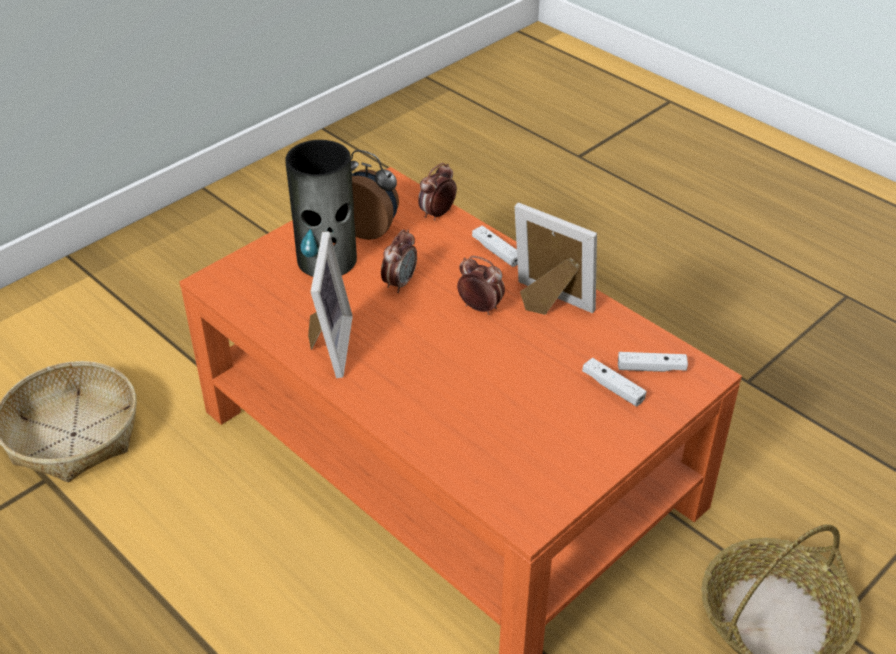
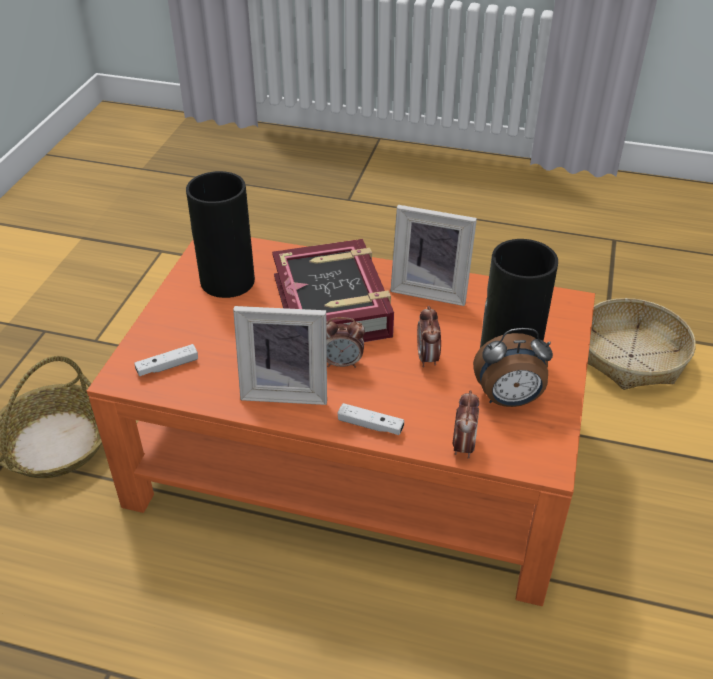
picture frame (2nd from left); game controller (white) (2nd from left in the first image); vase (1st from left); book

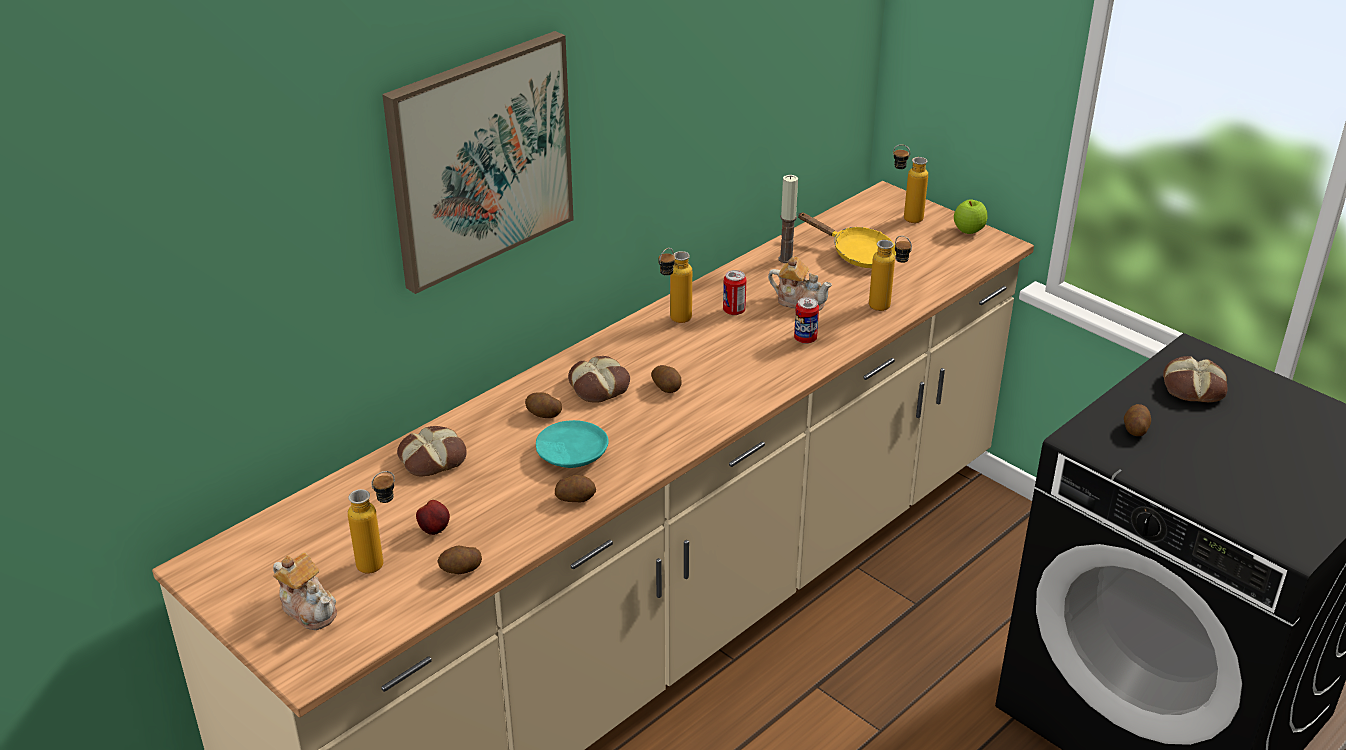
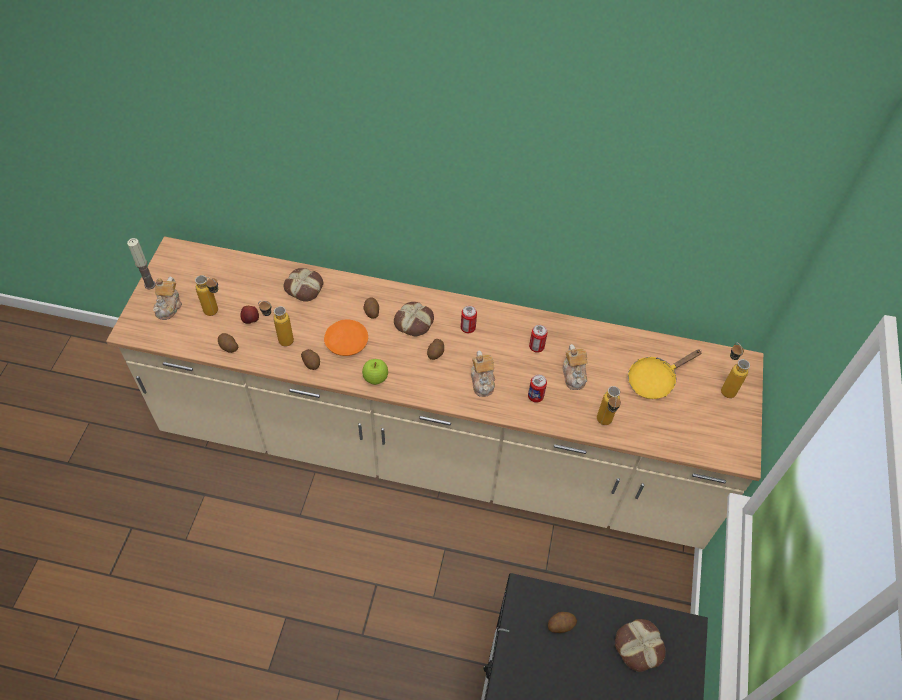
picture; plate (orange); bottle (2nd from left); candle; frying pan (yellow); apple (2nd from left); can (1st from left); teapot (2nd from left)

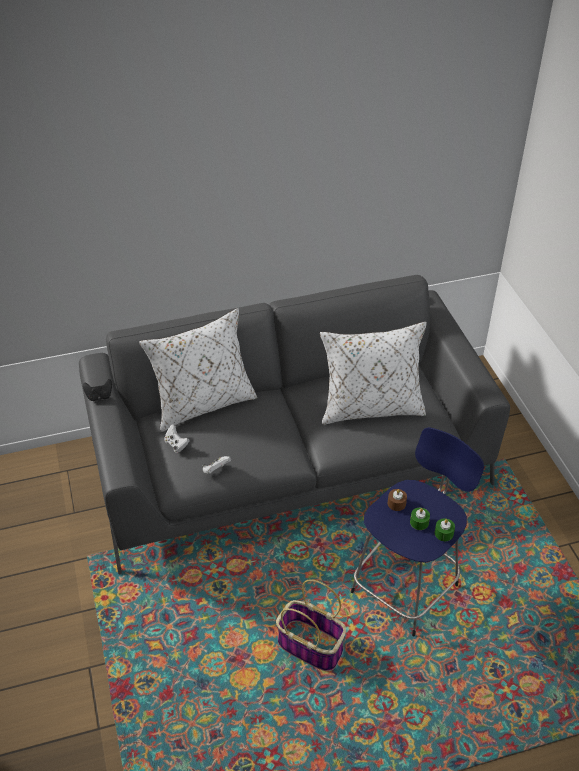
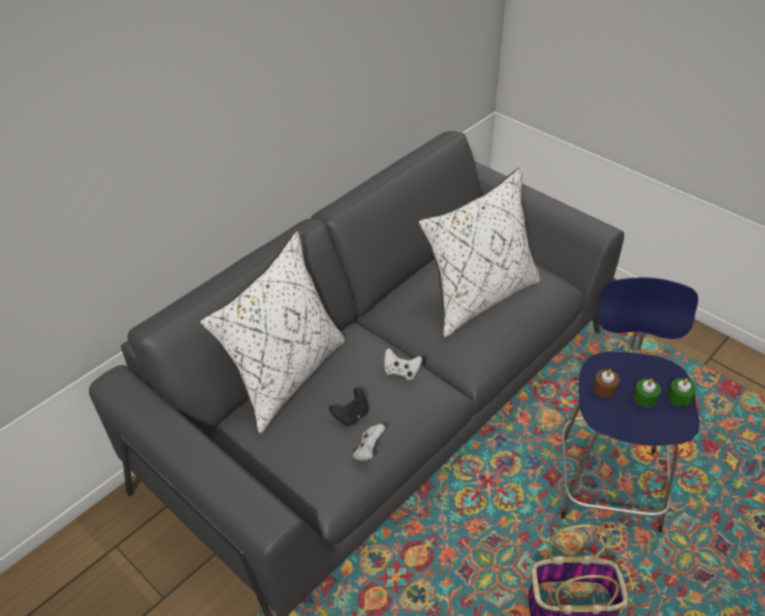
game controller (black); game controller (white) (2nd from left)

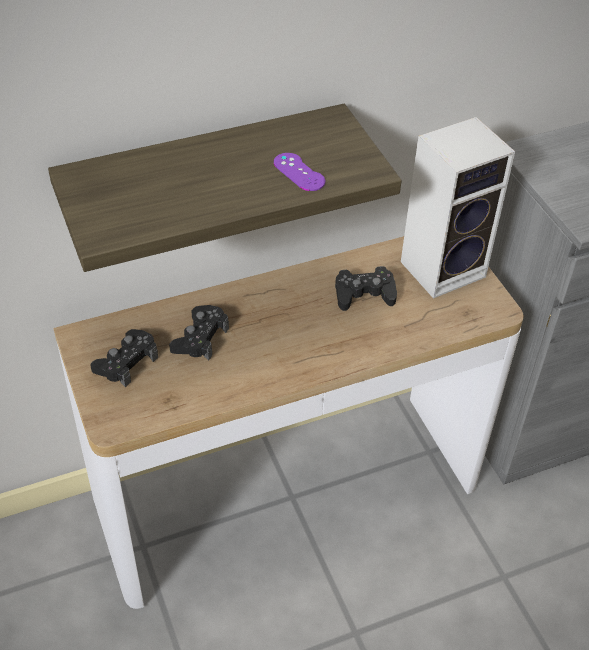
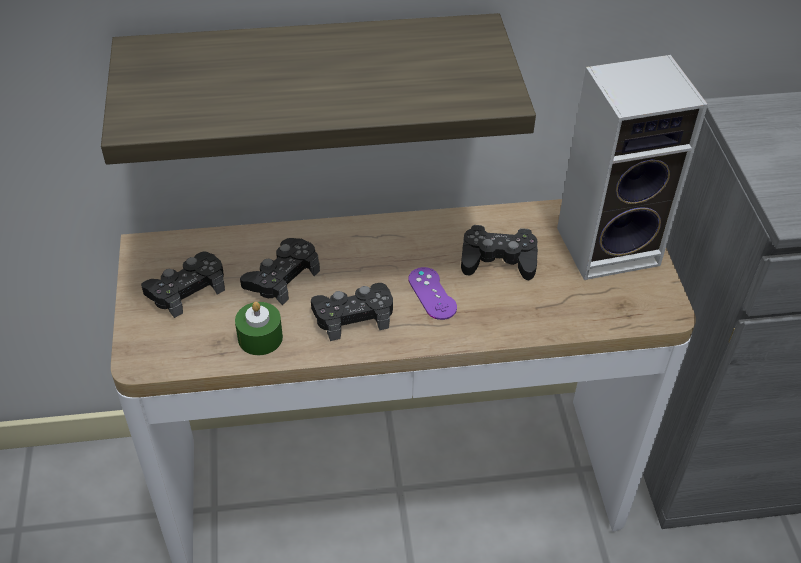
game controller (purple); candle (green); game controller (black) (3rd from left)

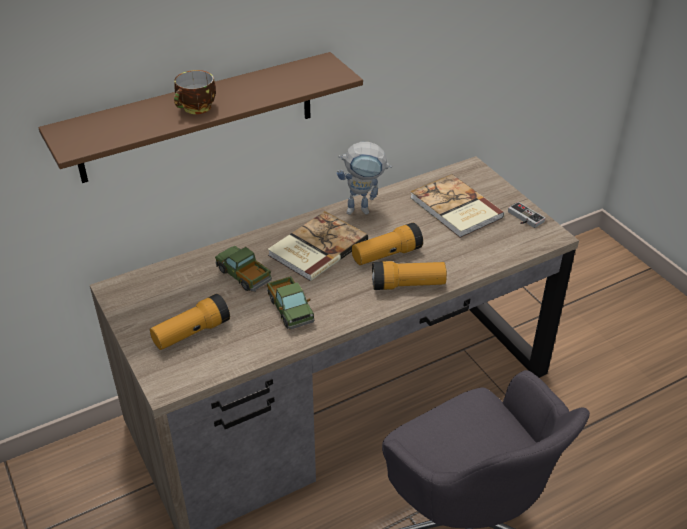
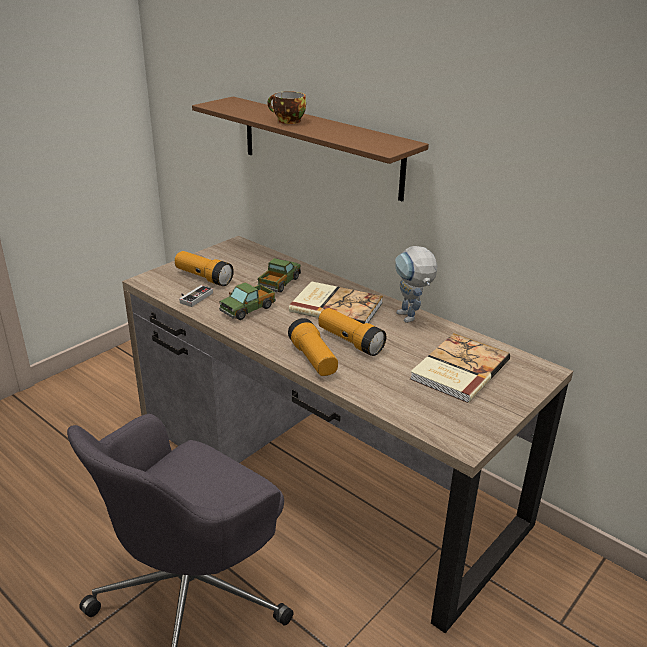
game controller

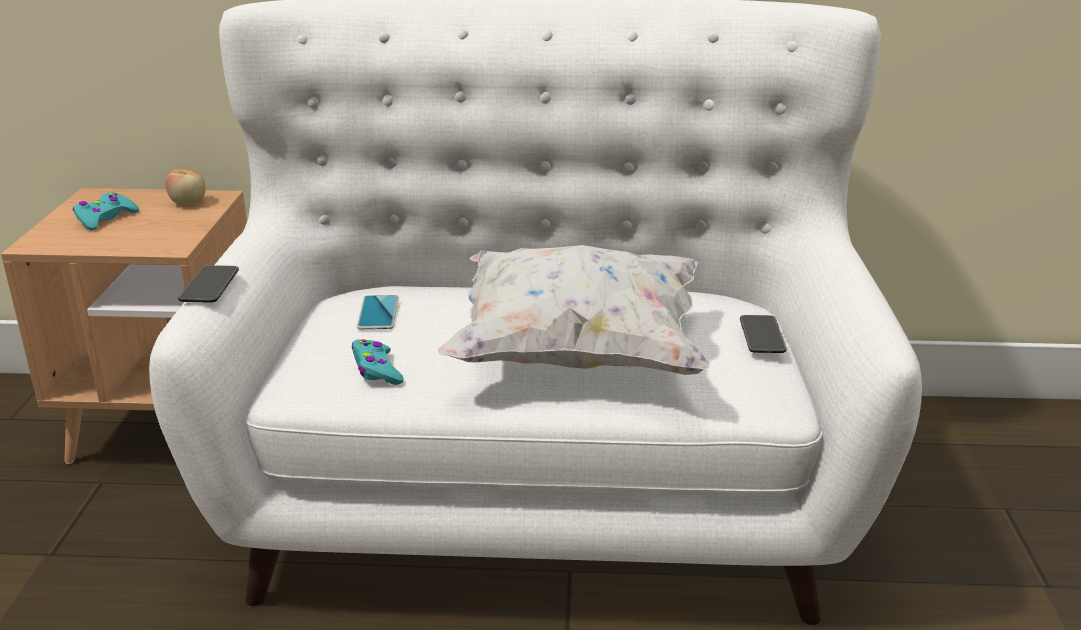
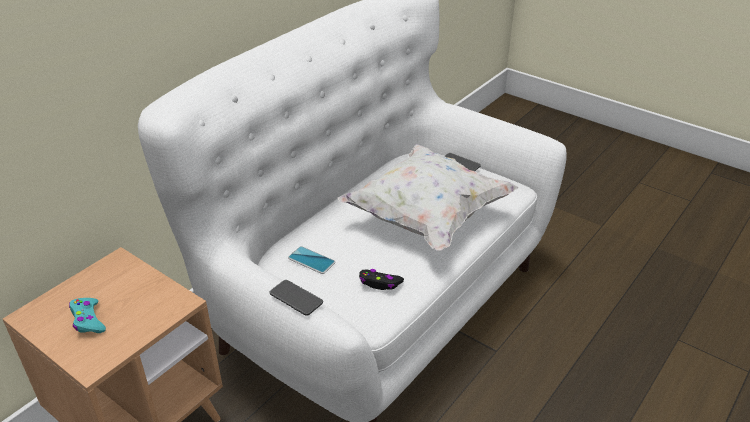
apple; game controller (black)

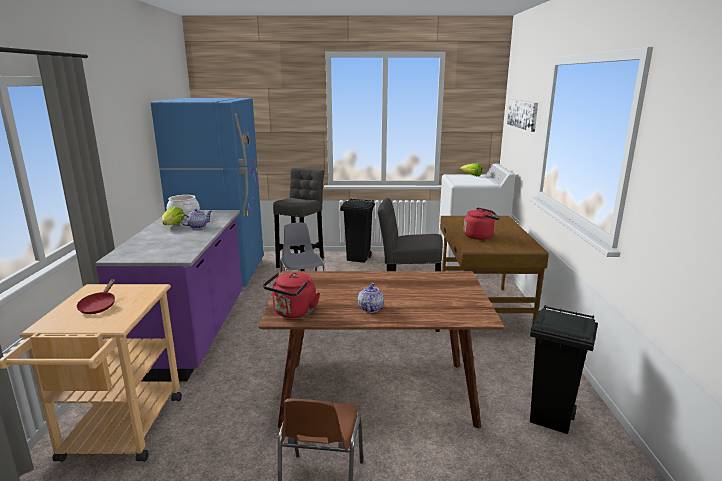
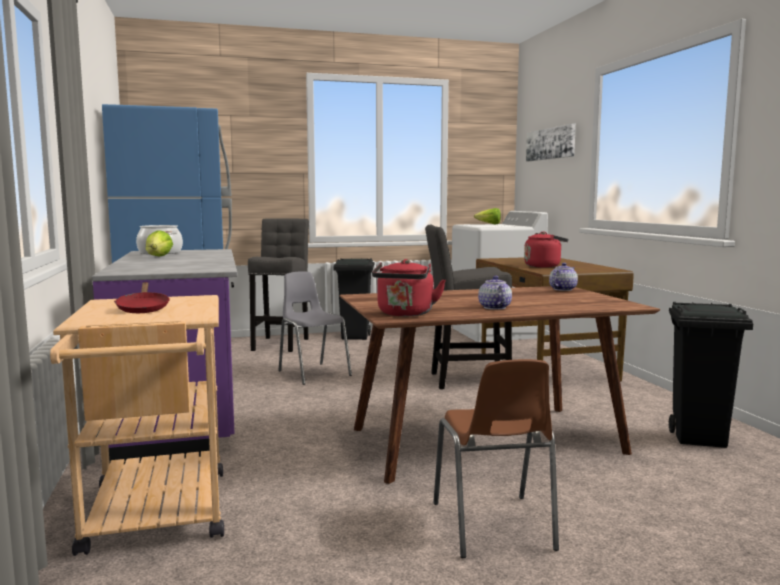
teapot (2nd from left)

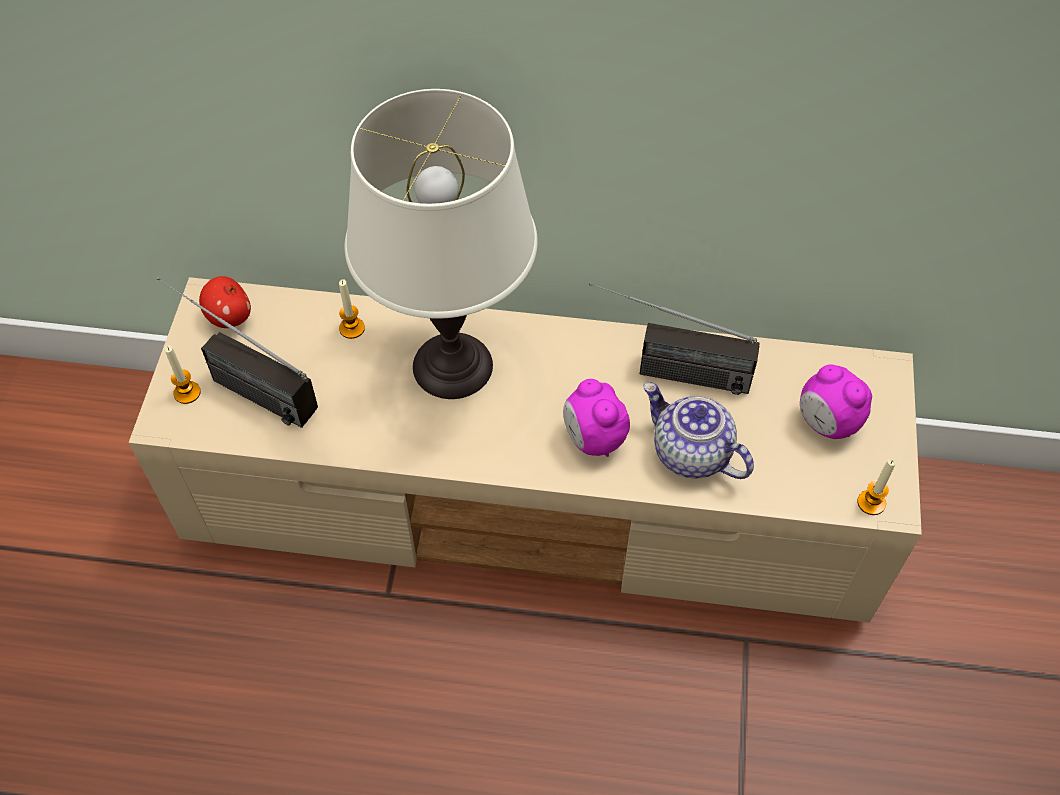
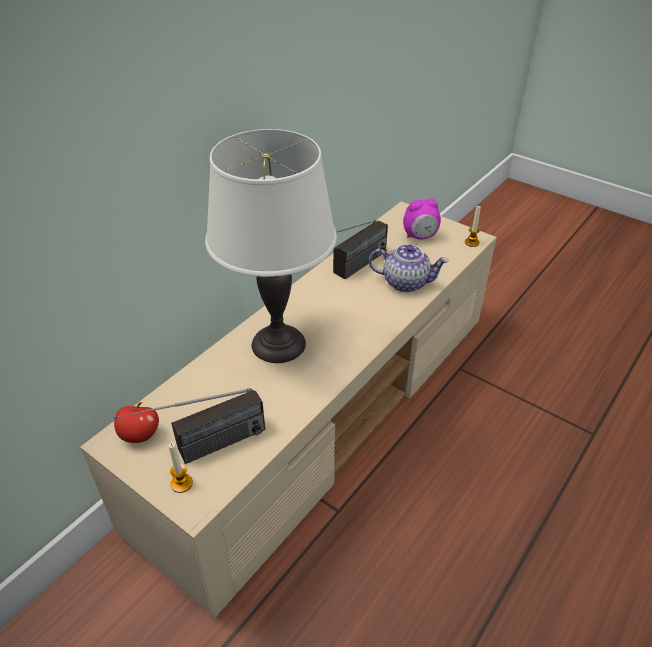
candle (2nd from left in the first image); alarm clock (1st from left in the first image); teapot

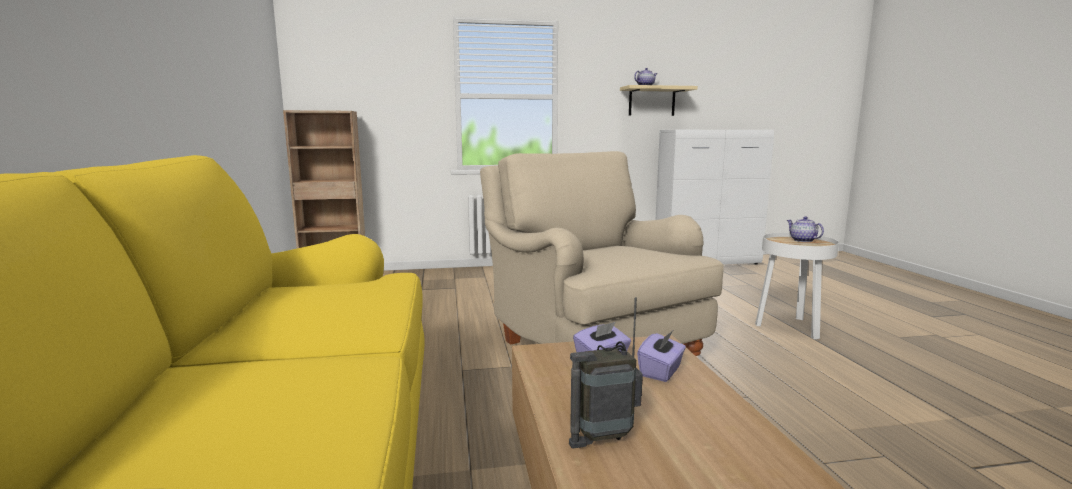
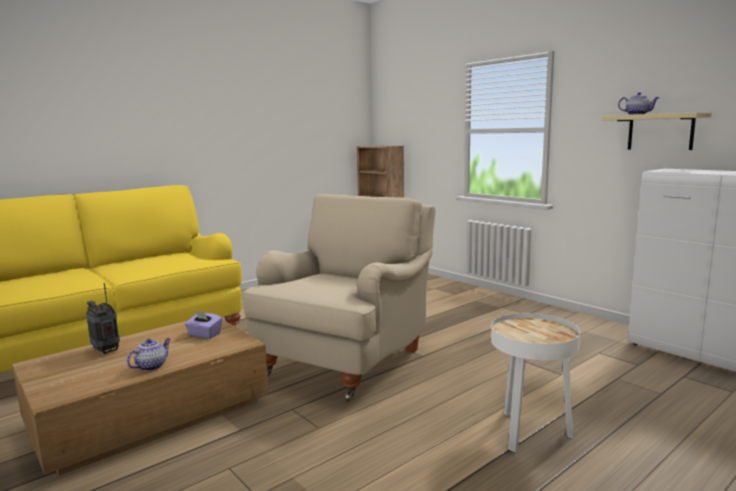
tissue box (purple) (2nd from left in the first image); teapot (1st from left)

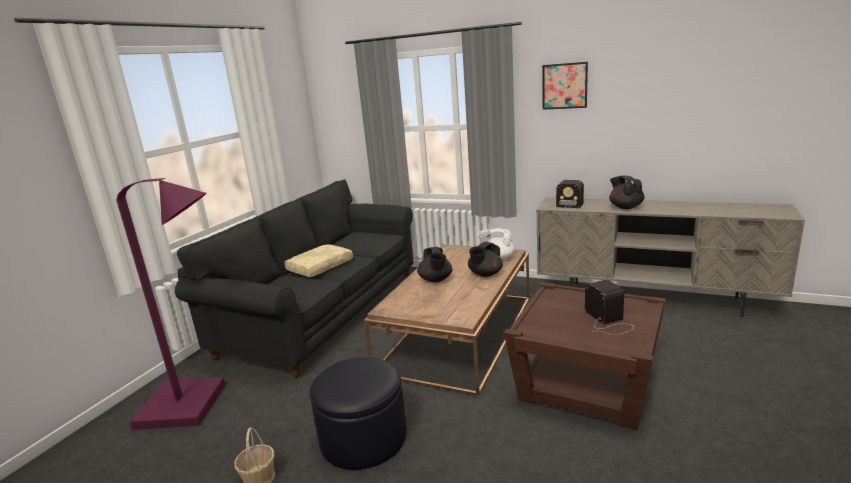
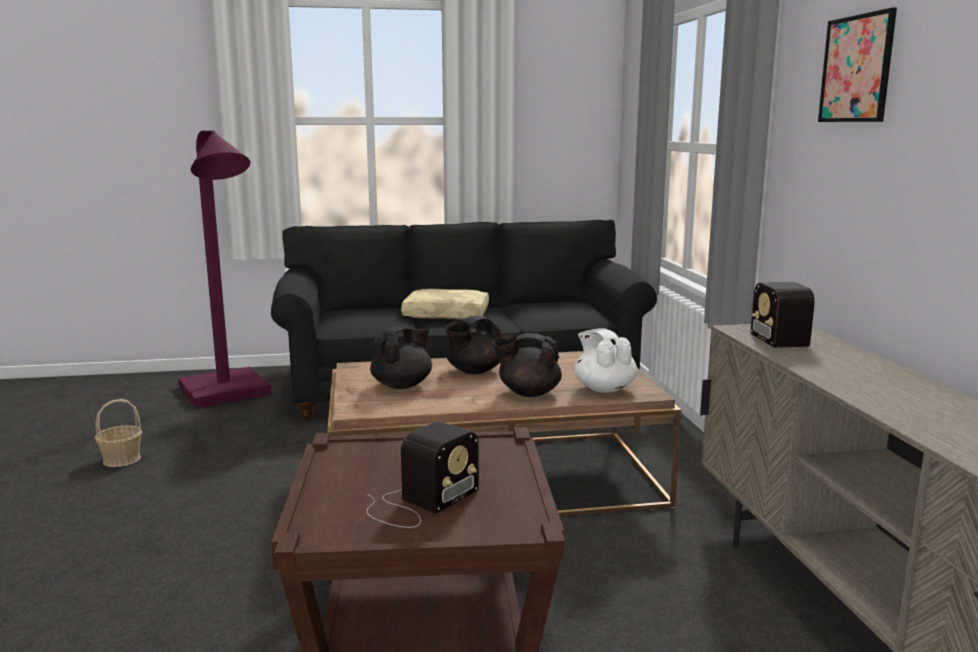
ottoman (black); teapot (black) (1st from left)

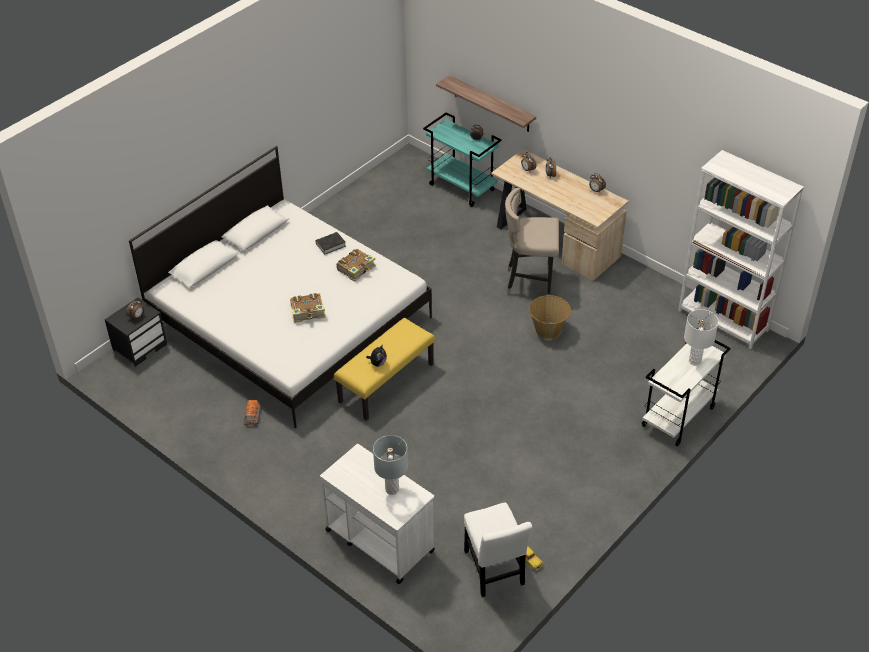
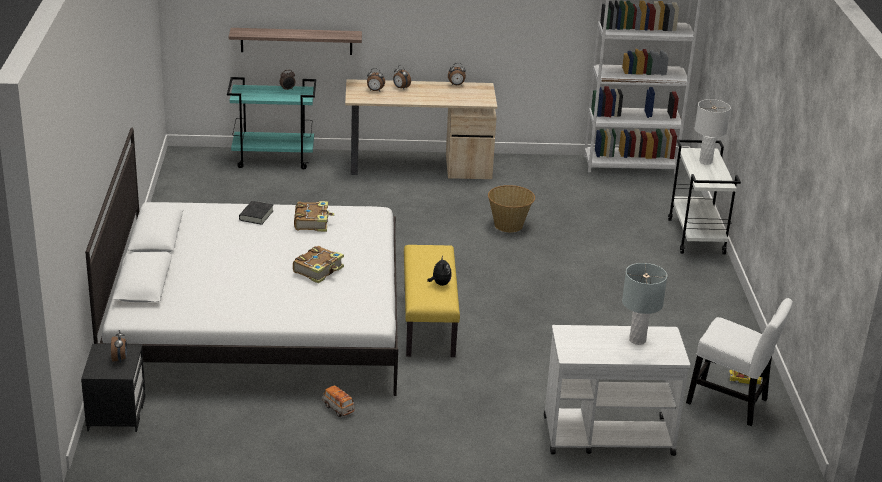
stool (beige)

